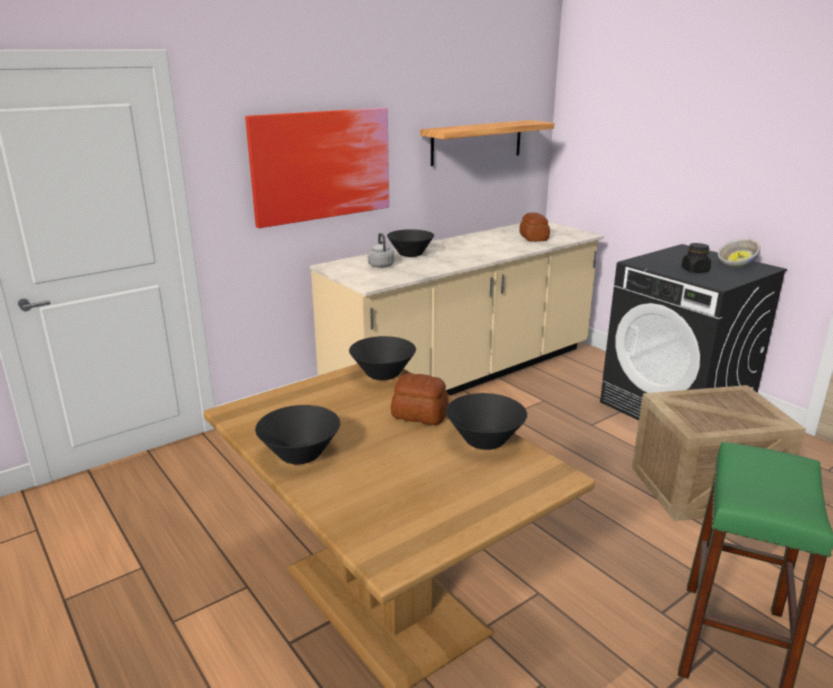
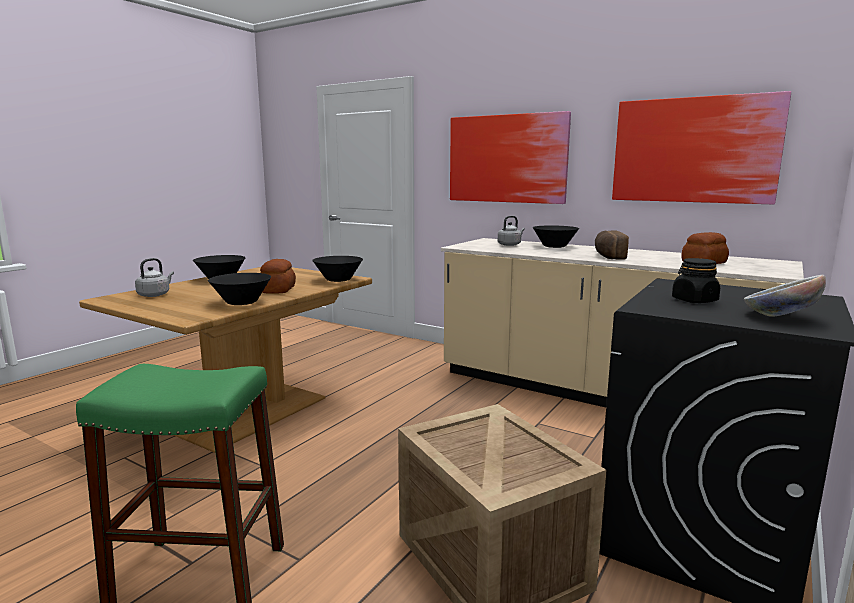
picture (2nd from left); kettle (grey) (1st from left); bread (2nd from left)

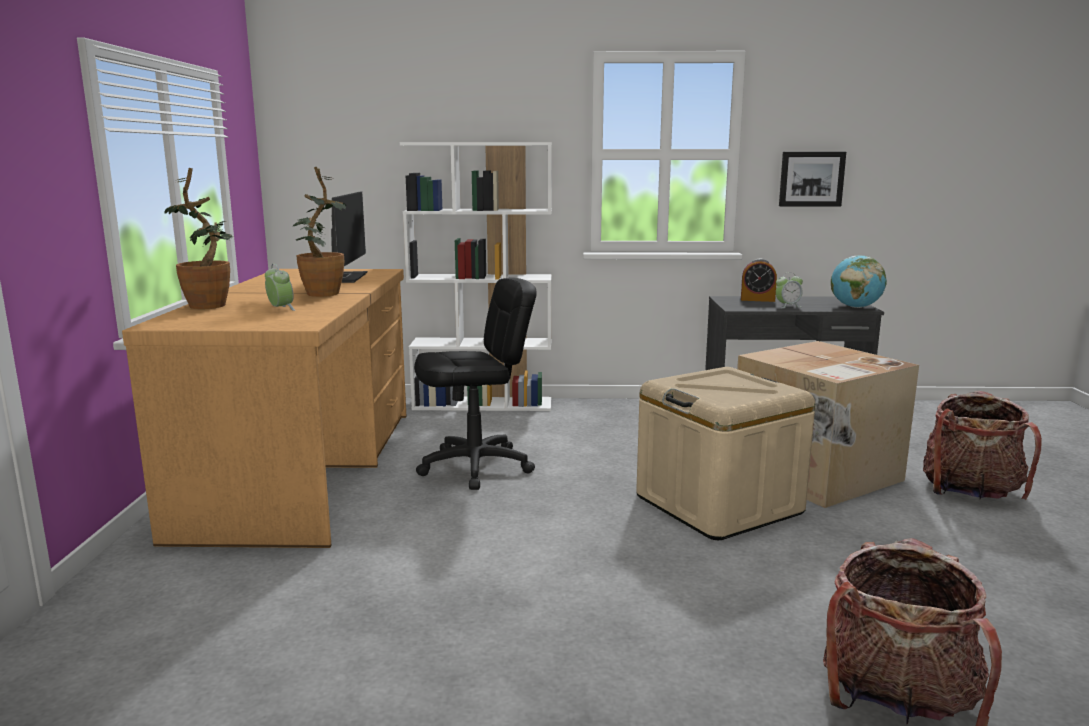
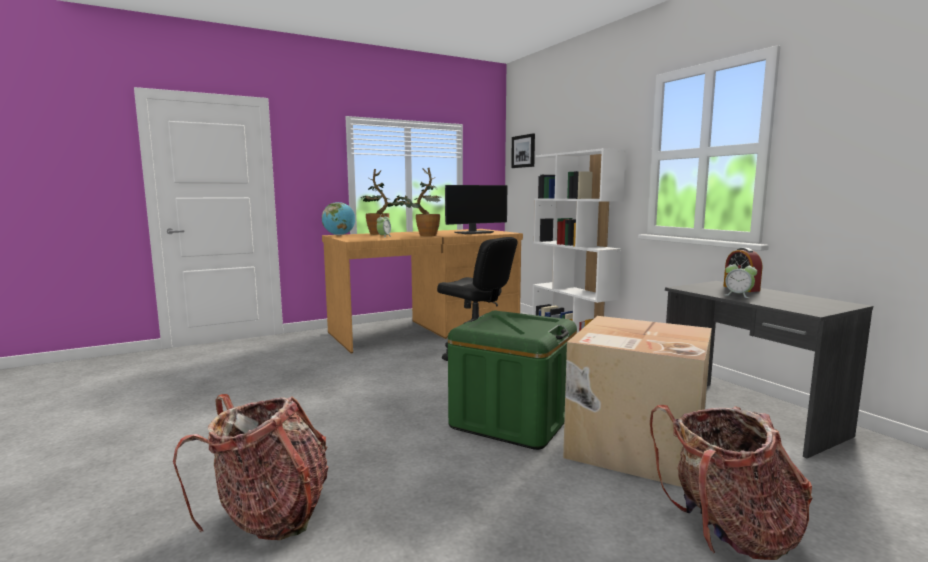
storage box (green); picture; globe

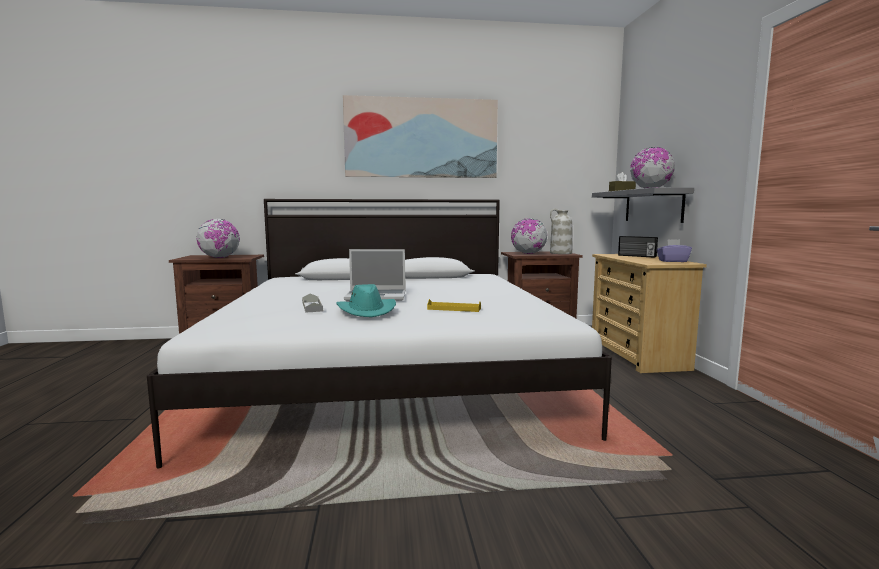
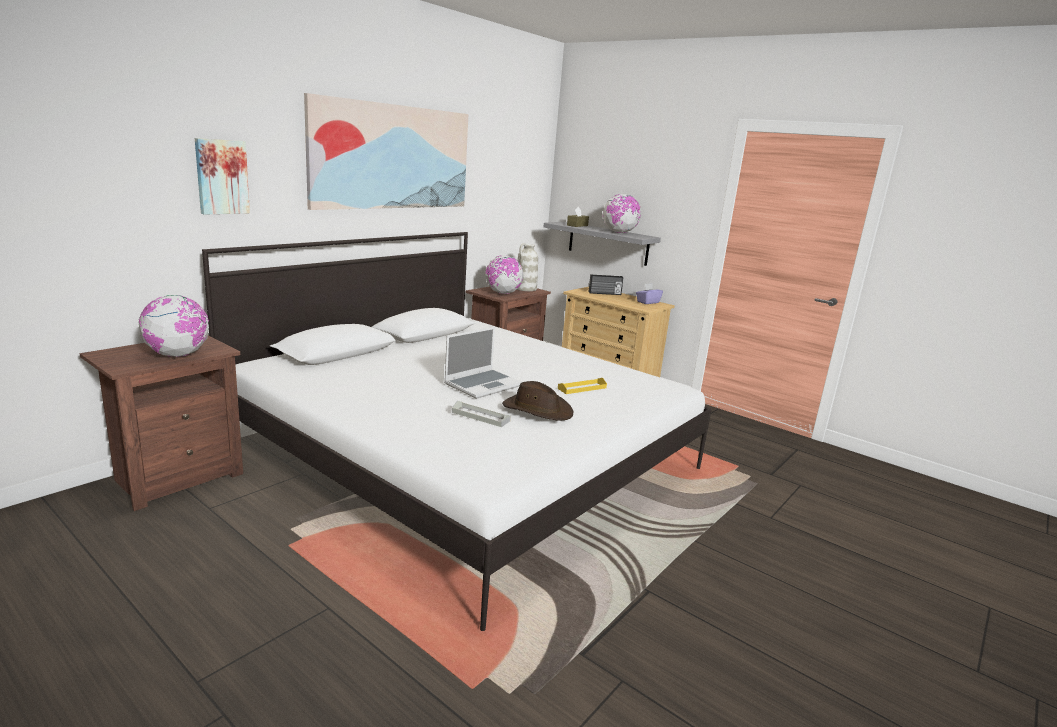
hat (brown); picture (1st from left)

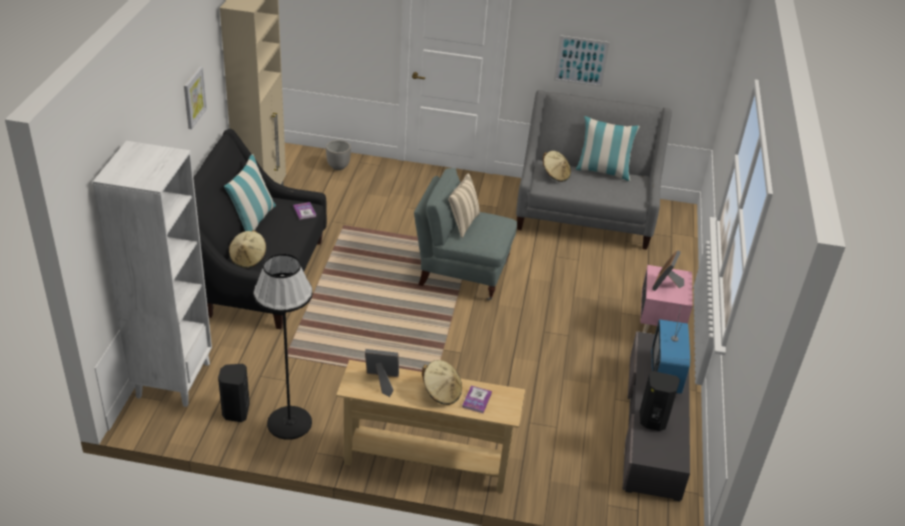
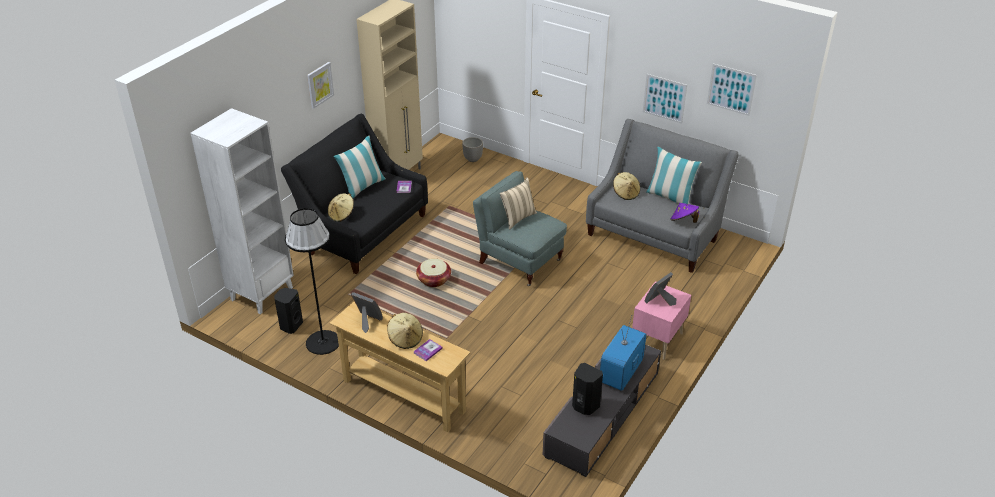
basket; hat (purple); picture (3rd from left)

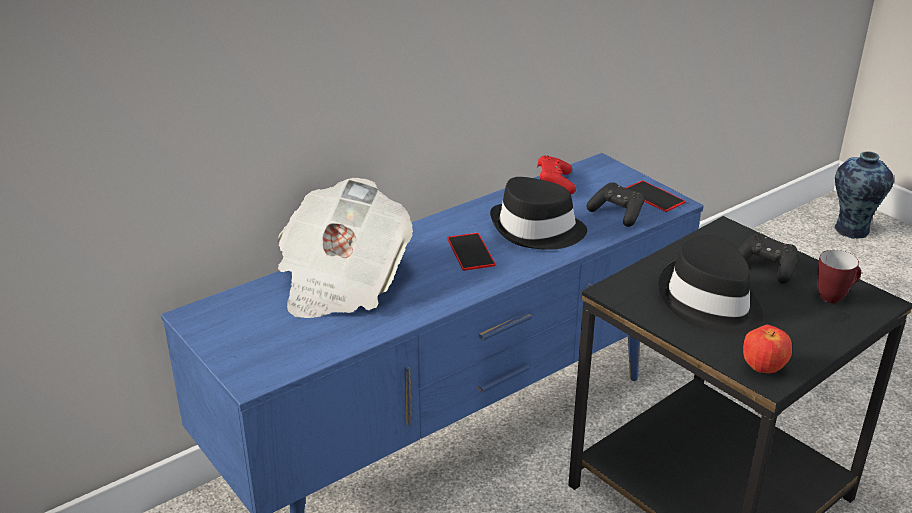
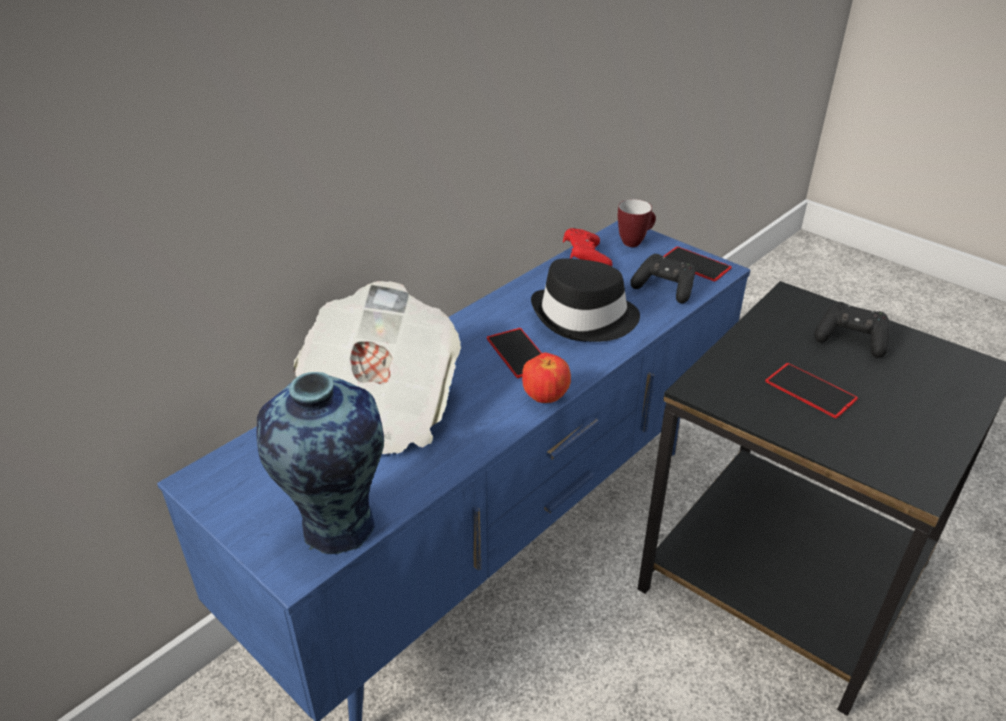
phone (3rd from left); apple; mug; vase

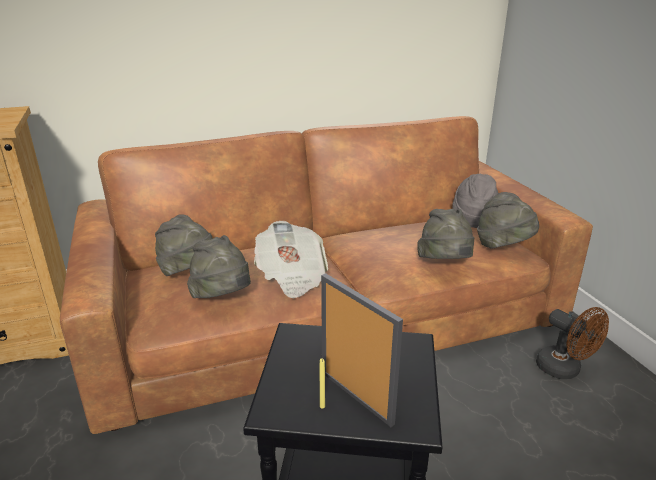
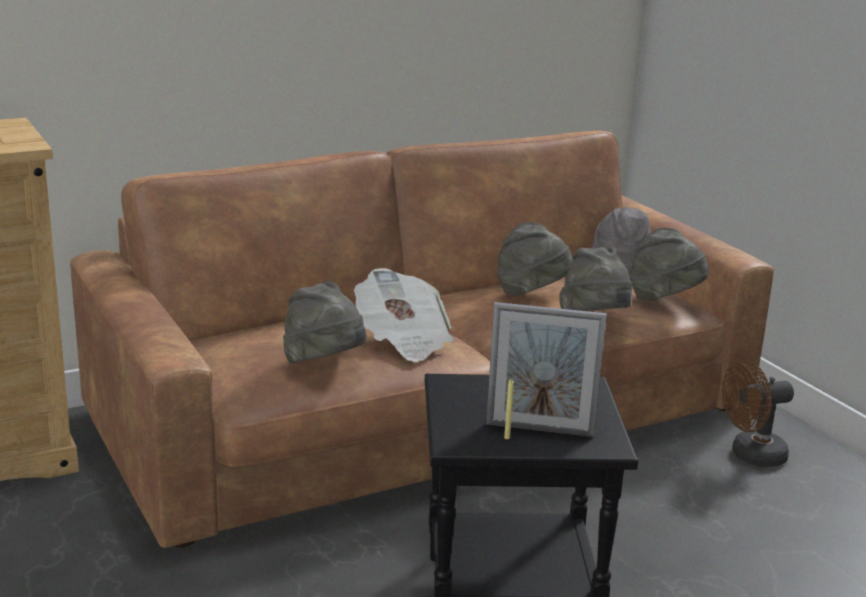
hat (grey) (2nd from left); picture frame; fan (brown)

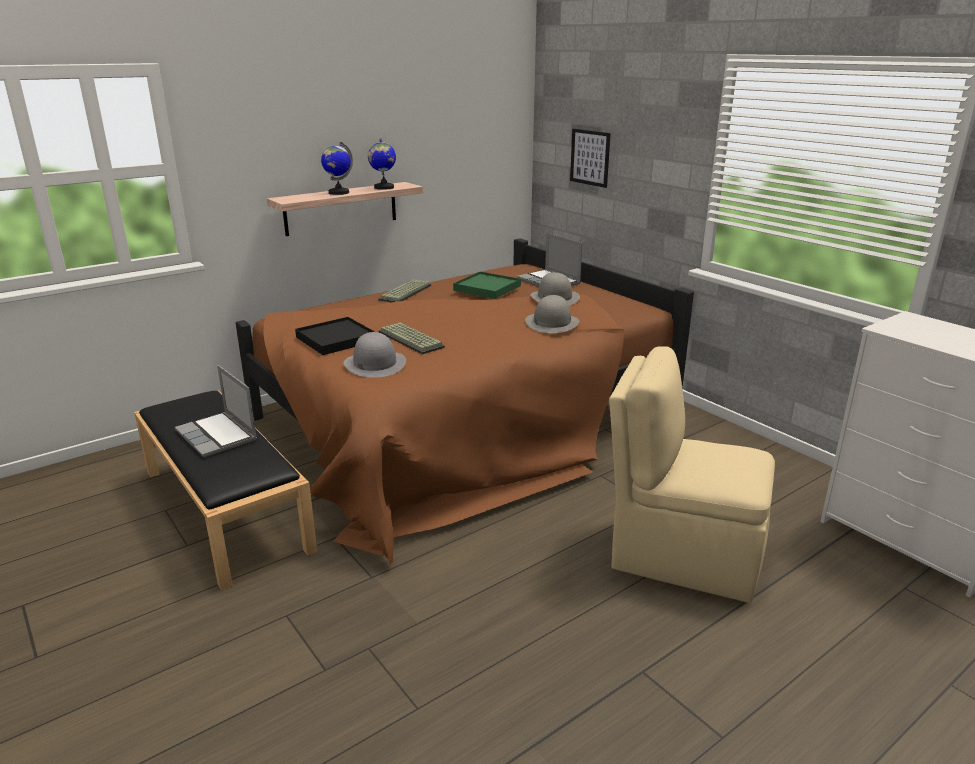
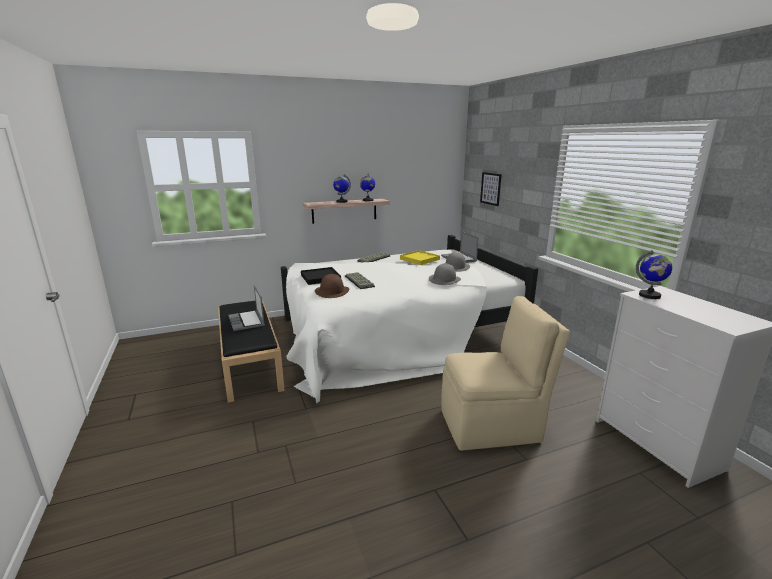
bed (white); hat (brown); tray (yellow); chair (beige); globe (3rd from left)

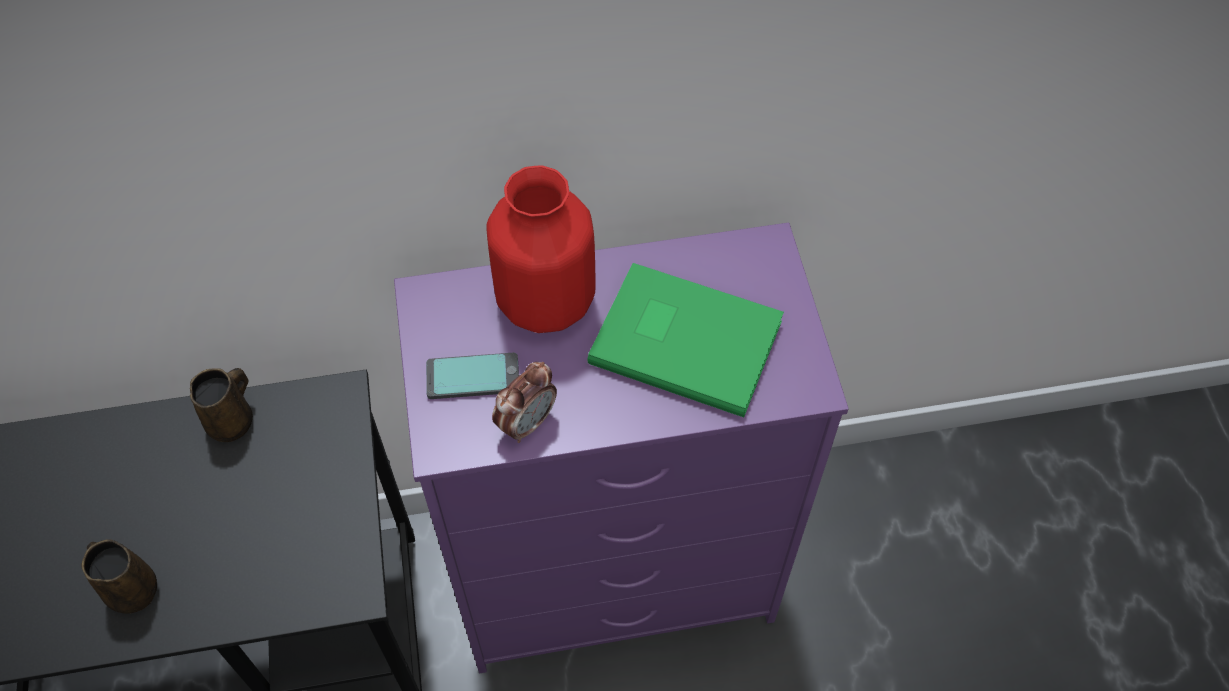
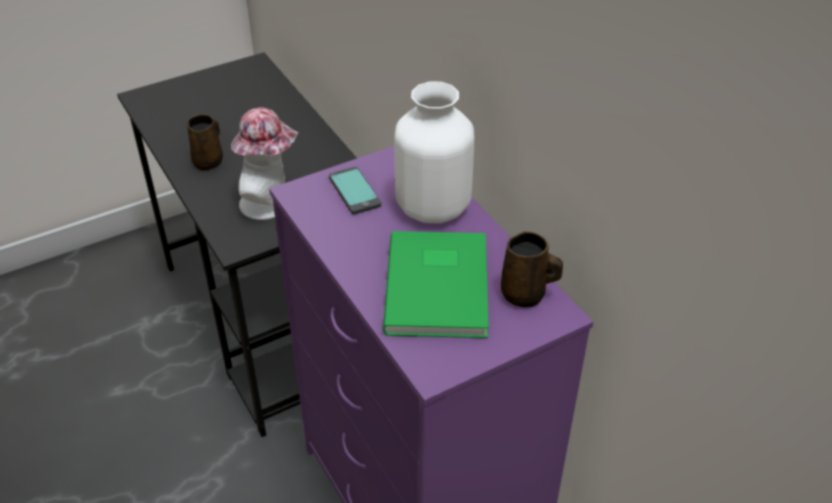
mug (brown) (2nd from left); vase (white); alarm clock; hat

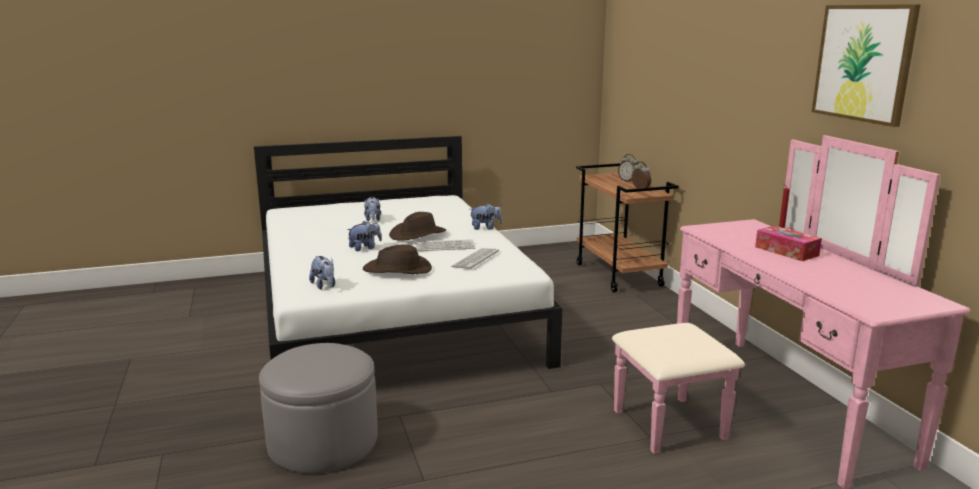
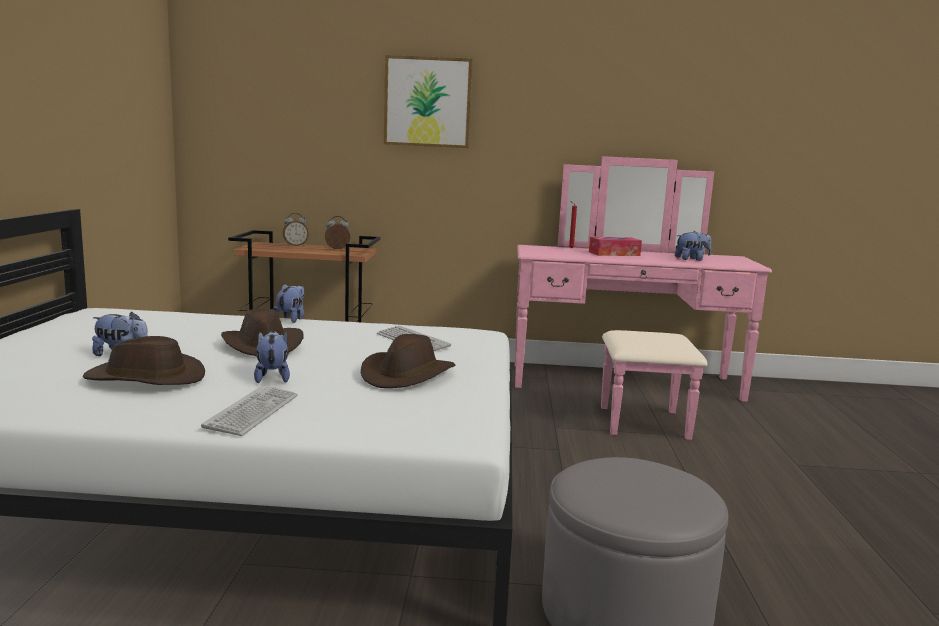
plush toy (4th from left); keyboard (1st from left); picture; hat (brown) (1st from left)

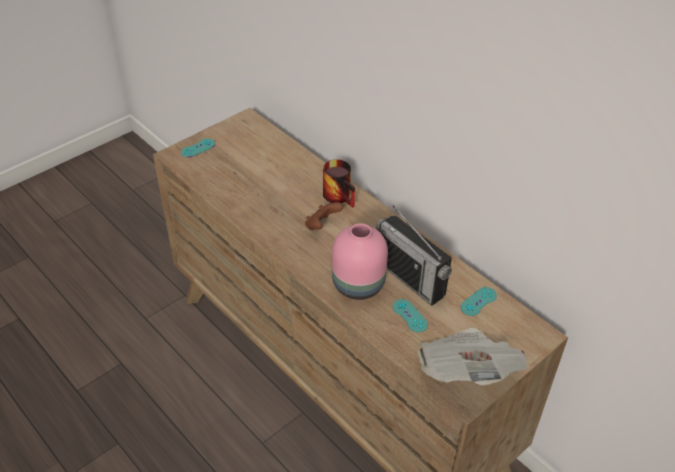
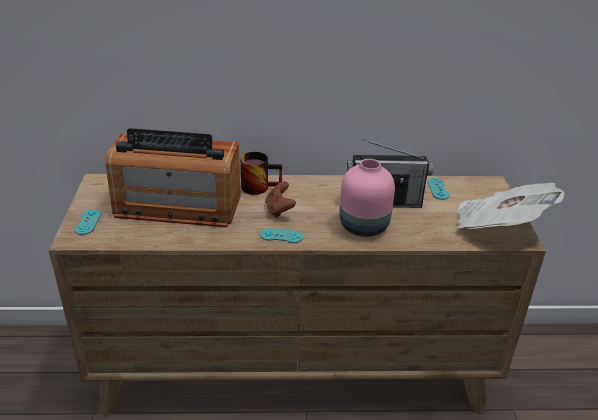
game controller (turquoise) (2nd from left); radio (1st from left)

